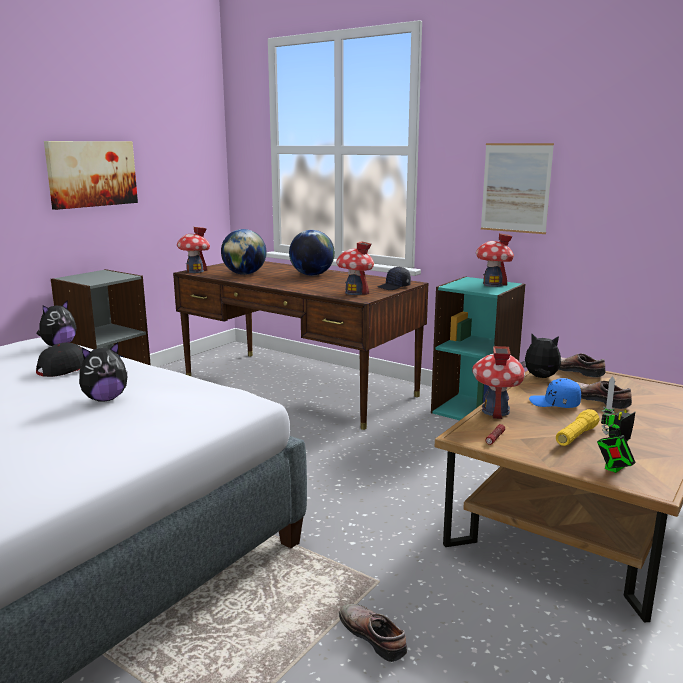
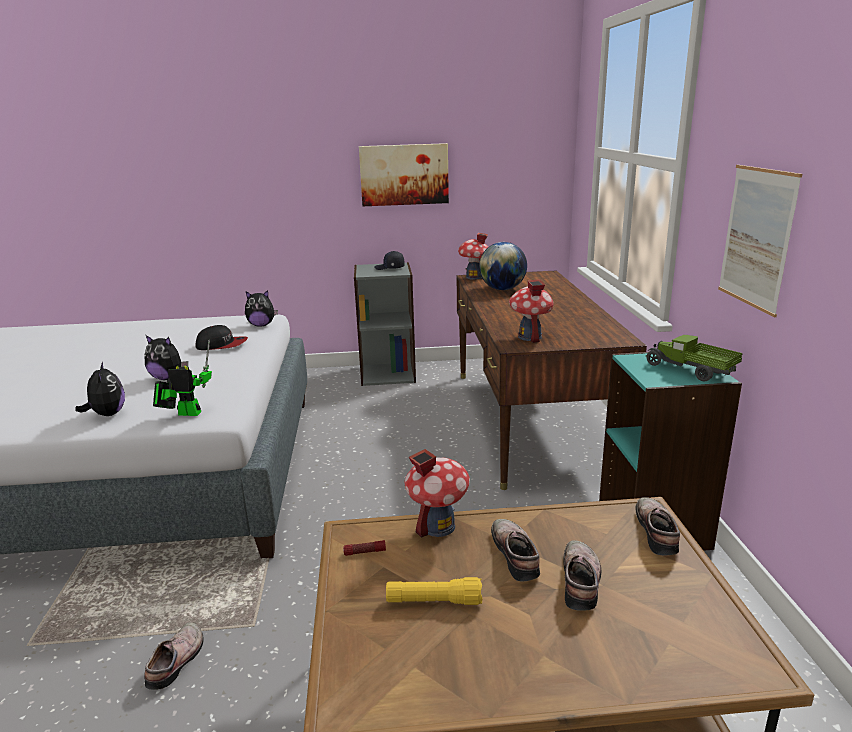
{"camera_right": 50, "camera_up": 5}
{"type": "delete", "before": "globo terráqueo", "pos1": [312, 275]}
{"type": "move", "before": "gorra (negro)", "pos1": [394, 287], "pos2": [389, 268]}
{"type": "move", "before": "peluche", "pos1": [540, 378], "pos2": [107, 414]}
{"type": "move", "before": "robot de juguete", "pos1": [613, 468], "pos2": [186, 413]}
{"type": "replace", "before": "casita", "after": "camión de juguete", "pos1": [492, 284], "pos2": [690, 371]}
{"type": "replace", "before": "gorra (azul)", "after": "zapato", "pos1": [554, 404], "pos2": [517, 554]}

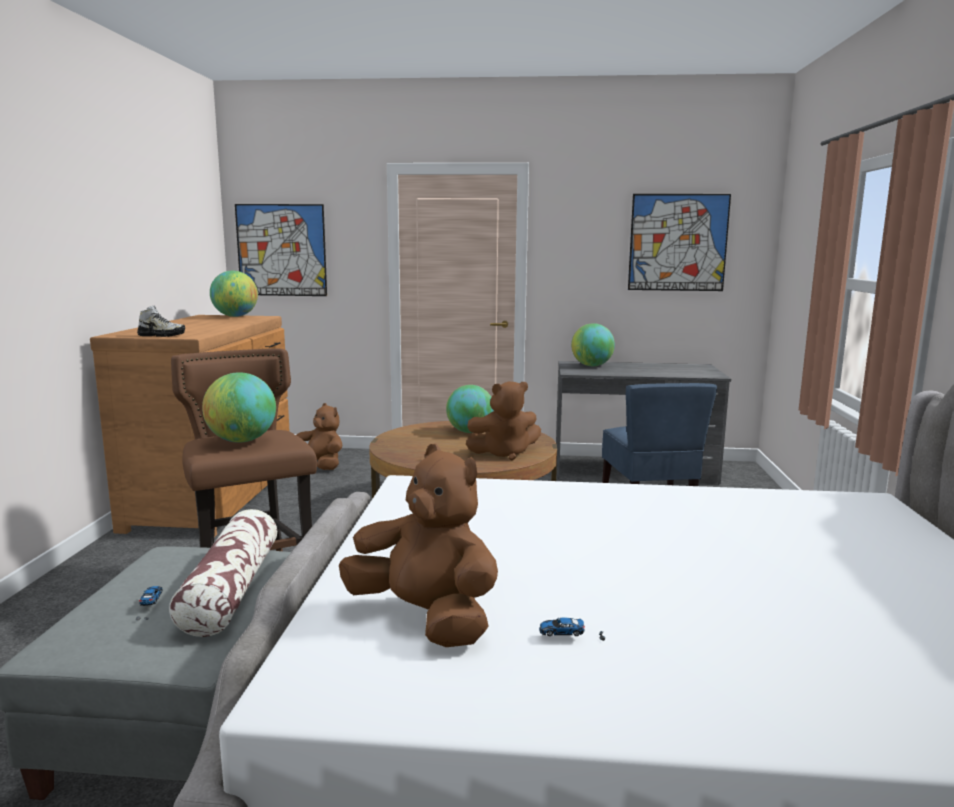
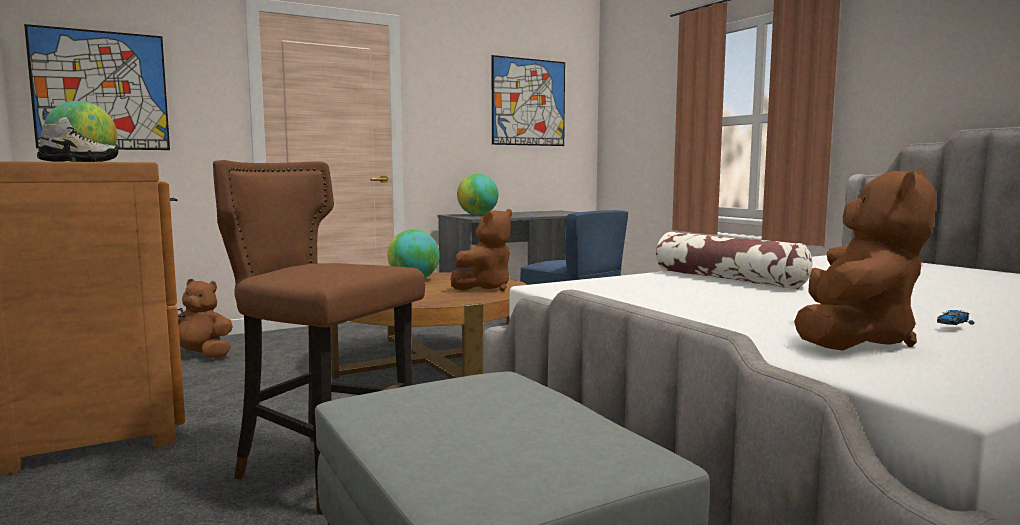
{"camera_right": -35, "camera_up": -5}
{"type": "delete", "before": "coche de juguete", "pos1": [149, 608]}
{"type": "delete", "before": "globo terráqueo", "pos1": [242, 441]}
{"type": "move", "before": "cojín", "pos1": [231, 589], "pos2": [726, 279]}
{"type": "rotate", "before": "peluche (marrón)", "pos1": [426, 618], "pos2": [853, 340], "turn": 120}

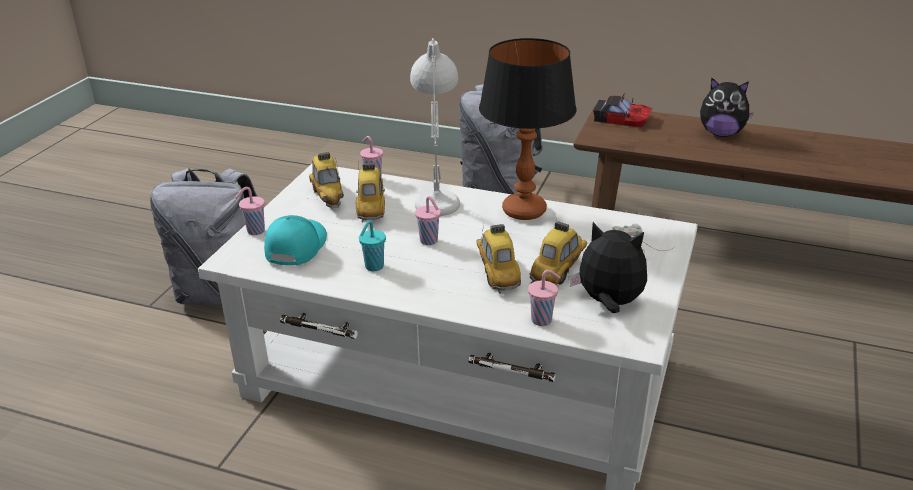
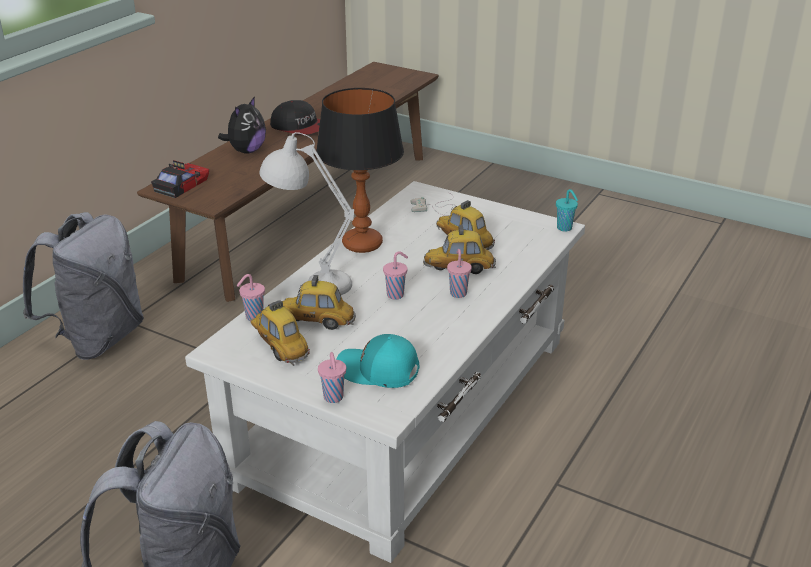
{"camera_right": -80, "camera_up": 0}
{"type": "delete", "before": "peluche", "pos1": [608, 303]}
{"type": "insert", "after": "gorra", "pos2": [300, 127]}
{"type": "move", "before": "taza (turquesa)", "pos1": [373, 267], "pos2": [565, 228]}
{"type": "move", "before": "taza (rosa)", "pos1": [542, 320], "pos2": [458, 293]}
{"type": "rotate", "before": "coche de juguete", "pos1": [328, 197], "pos2": [279, 347], "turn": -120}

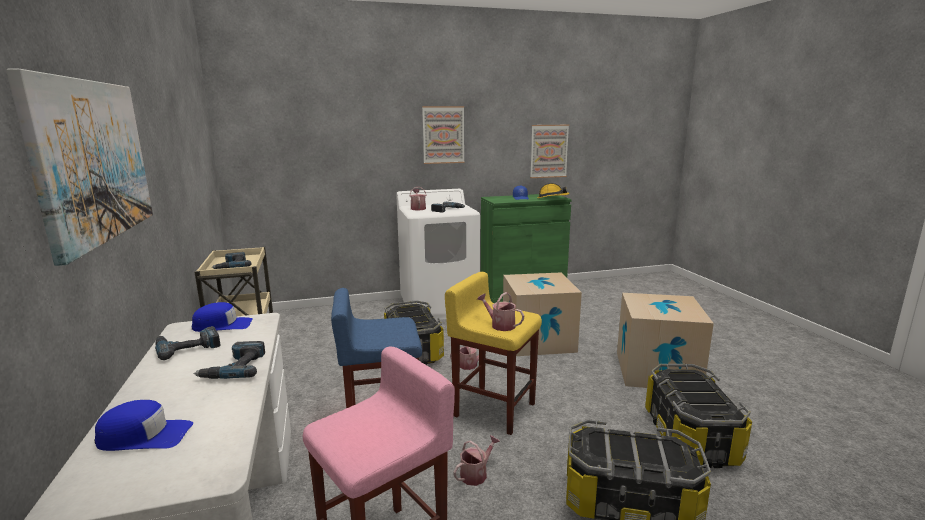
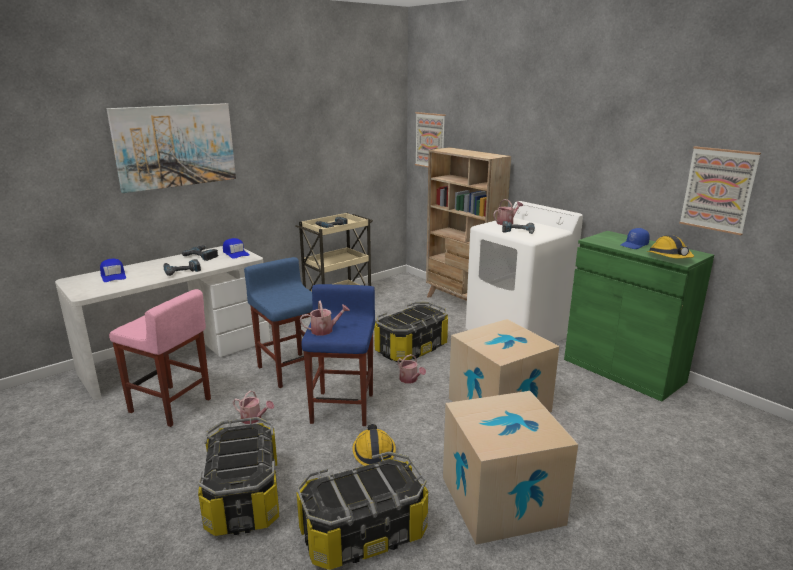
{"camera_right": 65, "camera_up": 5}
{"type": "insert", "after": "casco", "pos2": [373, 452]}
{"type": "insert", "after": "estantería (beis)", "pos2": [461, 303]}
{"type": "move", "before": "cuadro", "pos1": [443, 135], "pos2": [430, 140]}
{"type": "recolor", "before": "taburete (amarillo)", "after": "taburete (azul)", "pos1": [493, 409], "pos2": [343, 407]}
{"type": "rotate", "before": "regadera", "pos1": [500, 325], "pos2": [325, 330], "turn": 60}

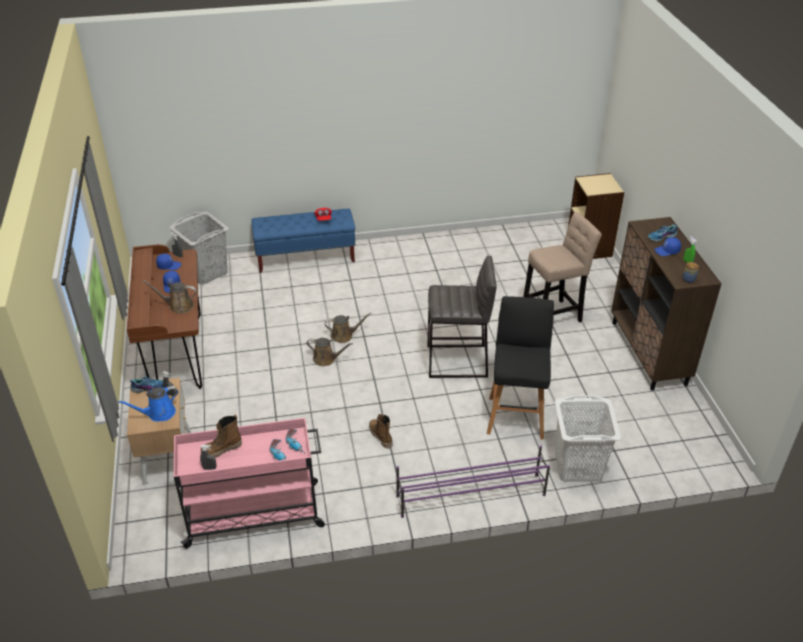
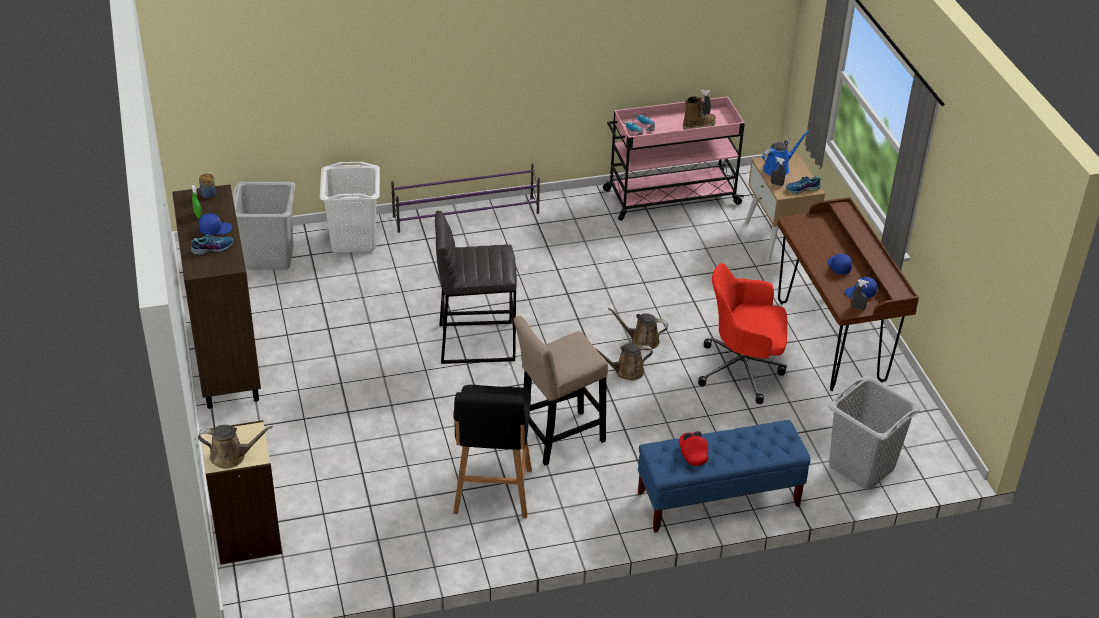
{"camera_right": 175, "camera_up": 0}
{"type": "delete", "before": "bota", "pos1": [380, 436]}
{"type": "insert", "after": "cesto de la ropa (gris)", "pos2": [269, 257]}
{"type": "insert", "after": "silla de oficina (rojo)", "pos2": [743, 370]}
{"type": "move", "before": "regadera (marrón)", "pos1": [178, 306], "pos2": [231, 456]}
{"type": "move", "before": "taburete (negro)", "pos1": [516, 416], "pos2": [492, 494]}
{"type": "move", "before": "taburete (beis)", "pos1": [554, 316], "pos2": [558, 438]}

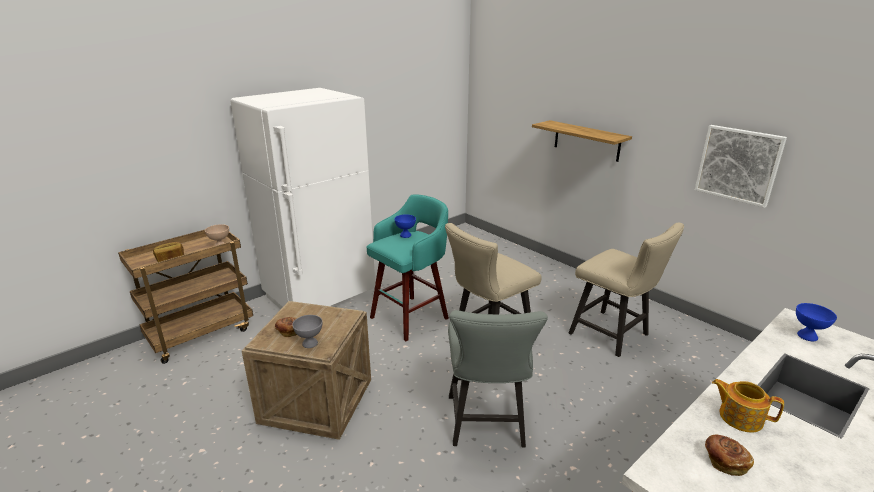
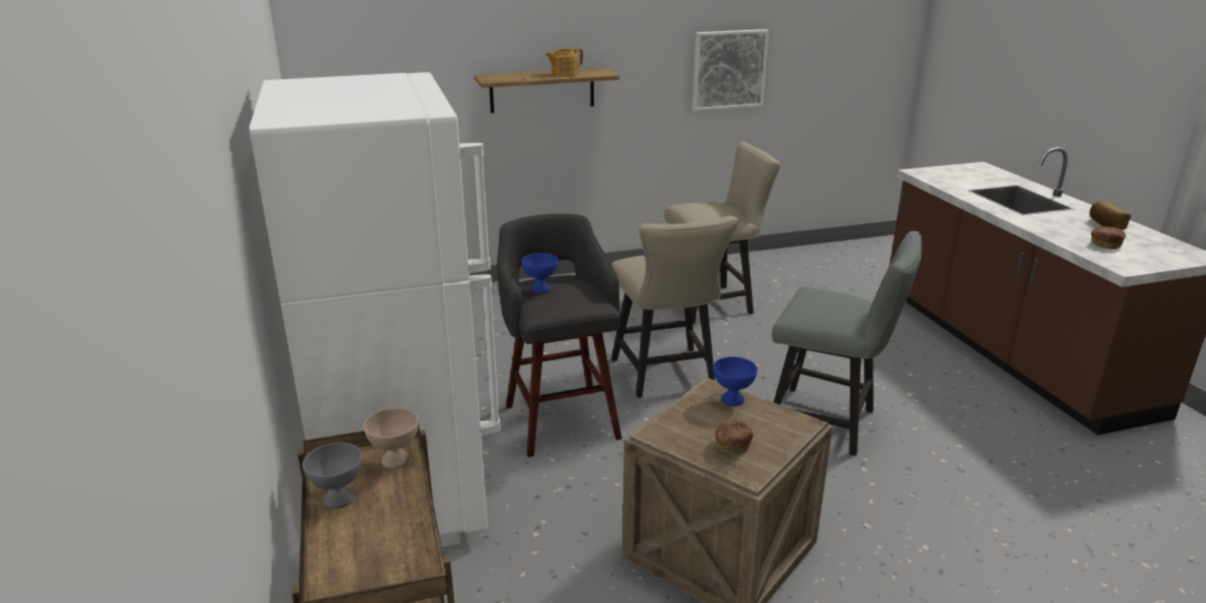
{"camera_right": -65, "camera_up": 0}
{"type": "move", "before": "pan", "pos1": [170, 258], "pos2": [1105, 225]}
{"type": "move", "before": "cuenco (gris)", "pos1": [309, 344], "pos2": [339, 500]}
{"type": "move", "before": "tetera", "pos1": [739, 417], "pos2": [564, 74]}
{"type": "move", "before": "cuenco (azul)", "pos1": [808, 336], "pos2": [733, 400]}
{"type": "recolor", "before": "taburete (turquesa)", "after": "taburete (gris)", "pos1": [411, 317], "pos2": [561, 419]}

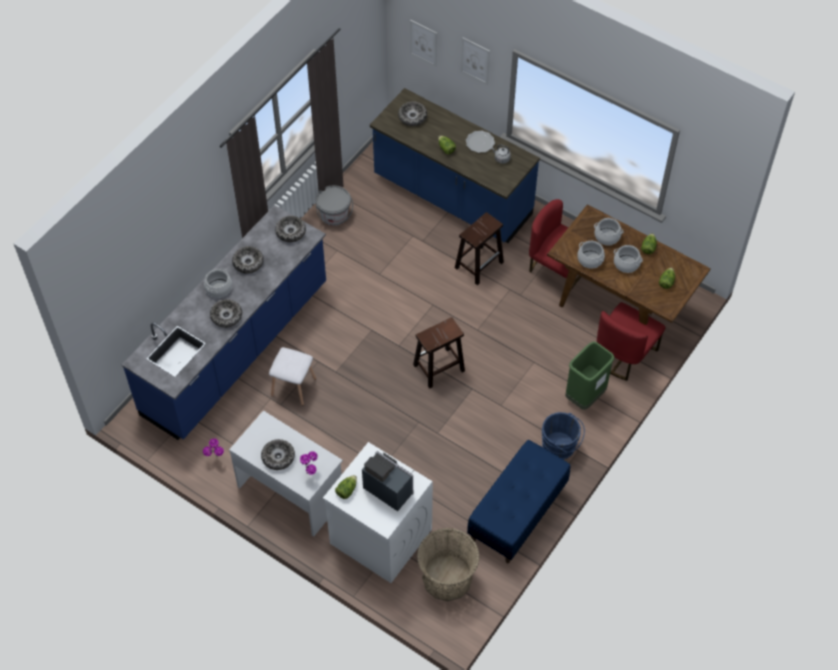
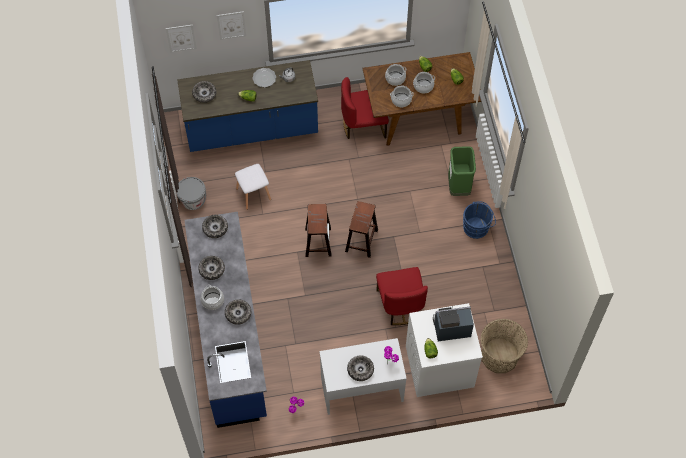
{"camera_right": -45, "camera_up": 5}
{"type": "delete", "before": "banco (azul)", "pos1": [517, 514]}
{"type": "move", "before": "taburete (blanco)", "pos1": [294, 386], "pos2": [254, 193]}
{"type": "move", "before": "taburete (marrón)", "pos1": [479, 264], "pos2": [318, 241]}
{"type": "move", "before": "silla (rojo)", "pos1": [624, 355], "pos2": [400, 305]}

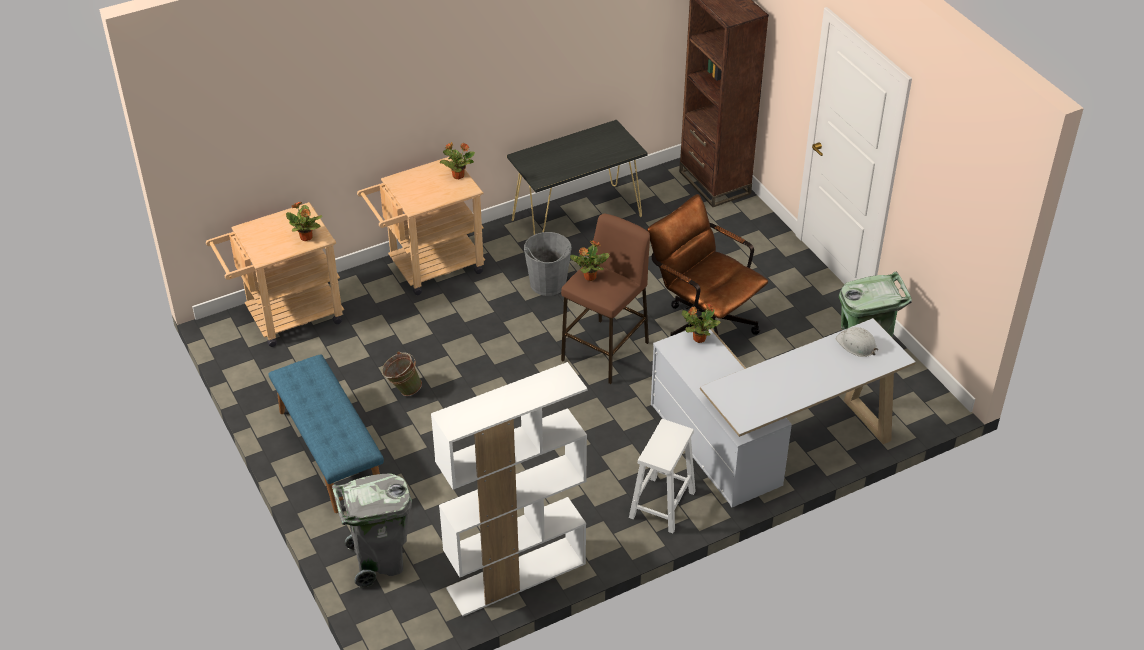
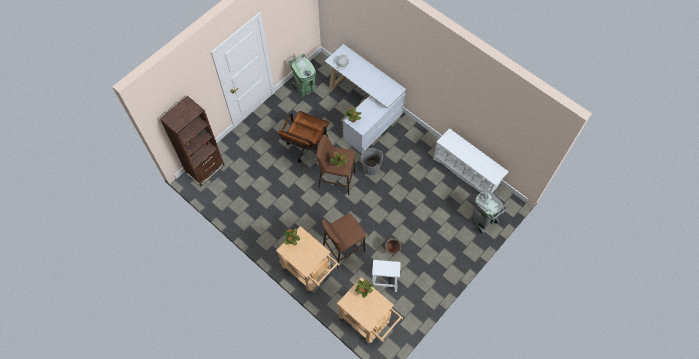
{"camera_right": -110, "camera_up": 20}
{"type": "delete", "before": "banco (azul)", "pos1": [329, 452]}
{"type": "delete", "before": "mesa consola (negro)", "pos1": [577, 218]}
{"type": "insert", "after": "taburete (marrón)", "pos2": [343, 249]}
{"type": "move", "before": "cubo (gris)", "pos1": [548, 283], "pos2": [371, 168]}
{"type": "move", "before": "taburete (blanco)", "pos1": [662, 505], "pos2": [385, 280]}
{"type": "replace", "before": "estantería (blanco)", "after": "zapatero (blanco)", "pos1": [516, 577], "pos2": [466, 172]}

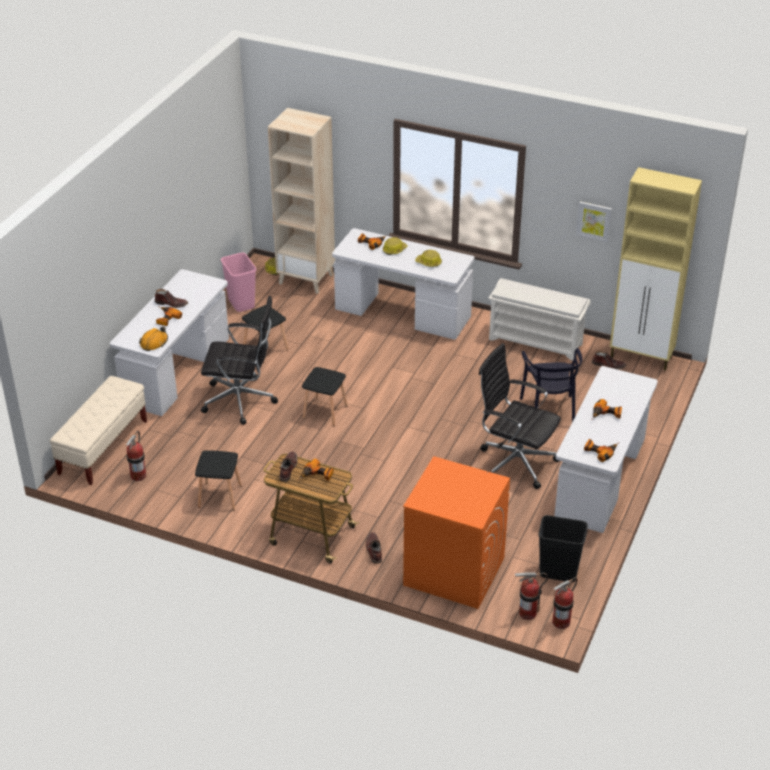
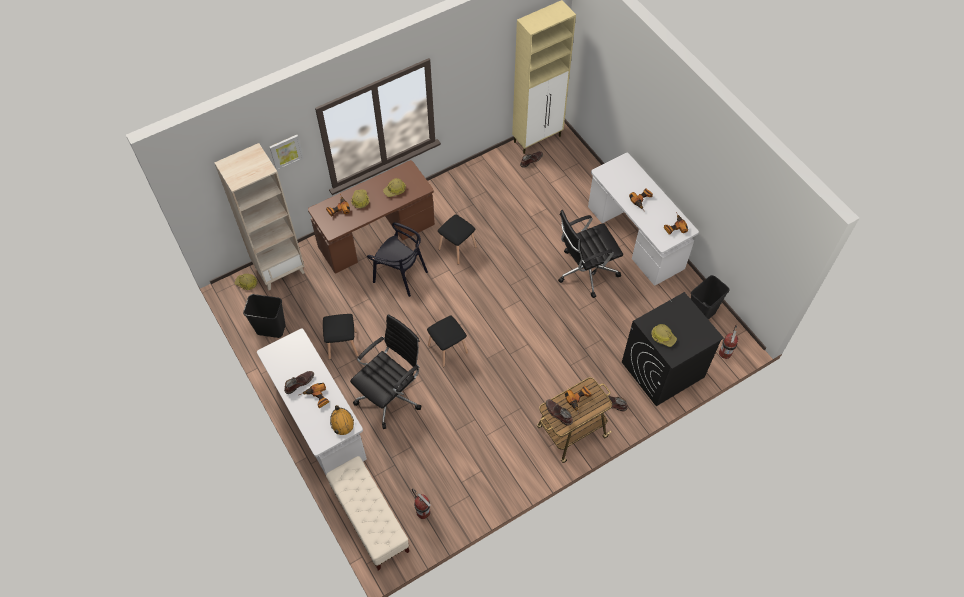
{"camera_right": -55, "camera_up": 20}
{"type": "delete", "before": "zapatero (blanco)", "pos1": [536, 341]}
{"type": "delete", "before": "extintor", "pos1": [561, 622]}
{"type": "insert", "after": "casco", "pos2": [663, 337]}
{"type": "move", "before": "taburete (negro)", "pos1": [219, 496], "pos2": [457, 249]}
{"type": "move", "before": "silla (negro)", "pos1": [549, 412], "pos2": [400, 275]}
{"type": "move", "before": "cuadro", "pos1": [594, 221], "pos2": [286, 151]}
{"type": "recolor", "before": "papelera (rosa)", "after": "papelera (negro)", "pos1": [242, 303], "pos2": [271, 329]}
{"type": "recolor", "before": "escritorio (blanco)", "after": "escritorio (marrón)", "pos1": [402, 313], "pos2": [377, 236]}
{"type": "recolor", "before": "lavadora (naranja)", "after": "lavadora (negro)", "pos1": [453, 571], "pos2": [662, 370]}

